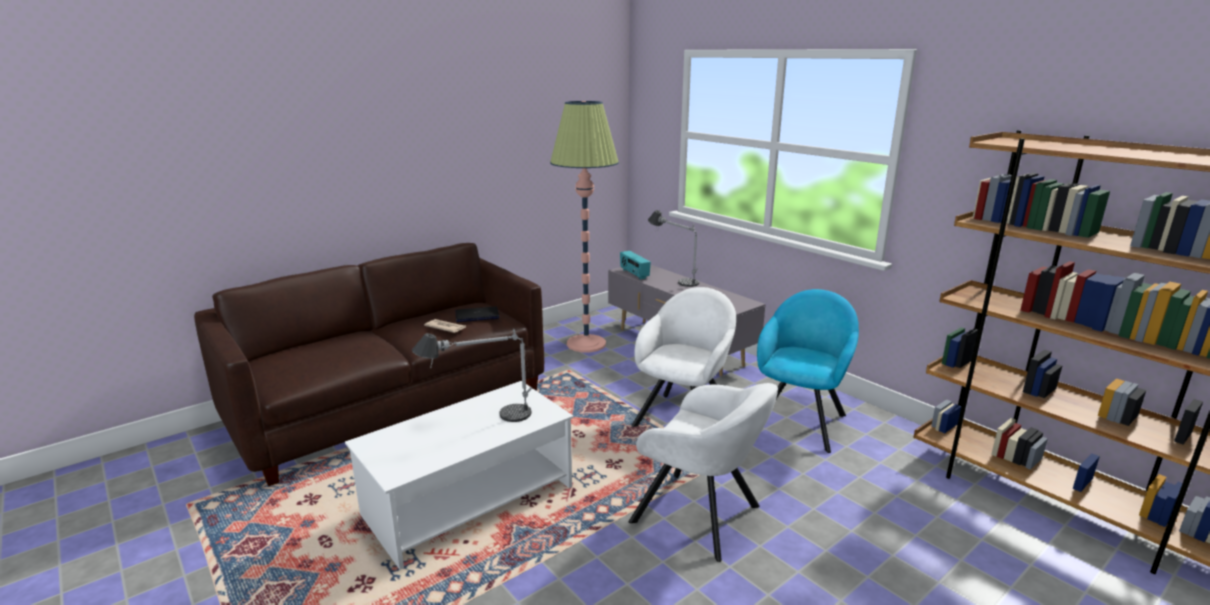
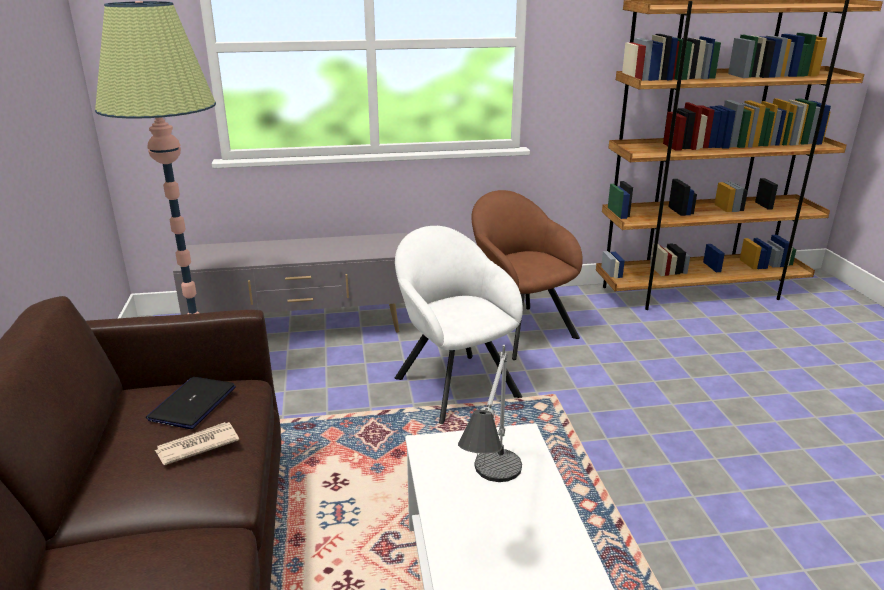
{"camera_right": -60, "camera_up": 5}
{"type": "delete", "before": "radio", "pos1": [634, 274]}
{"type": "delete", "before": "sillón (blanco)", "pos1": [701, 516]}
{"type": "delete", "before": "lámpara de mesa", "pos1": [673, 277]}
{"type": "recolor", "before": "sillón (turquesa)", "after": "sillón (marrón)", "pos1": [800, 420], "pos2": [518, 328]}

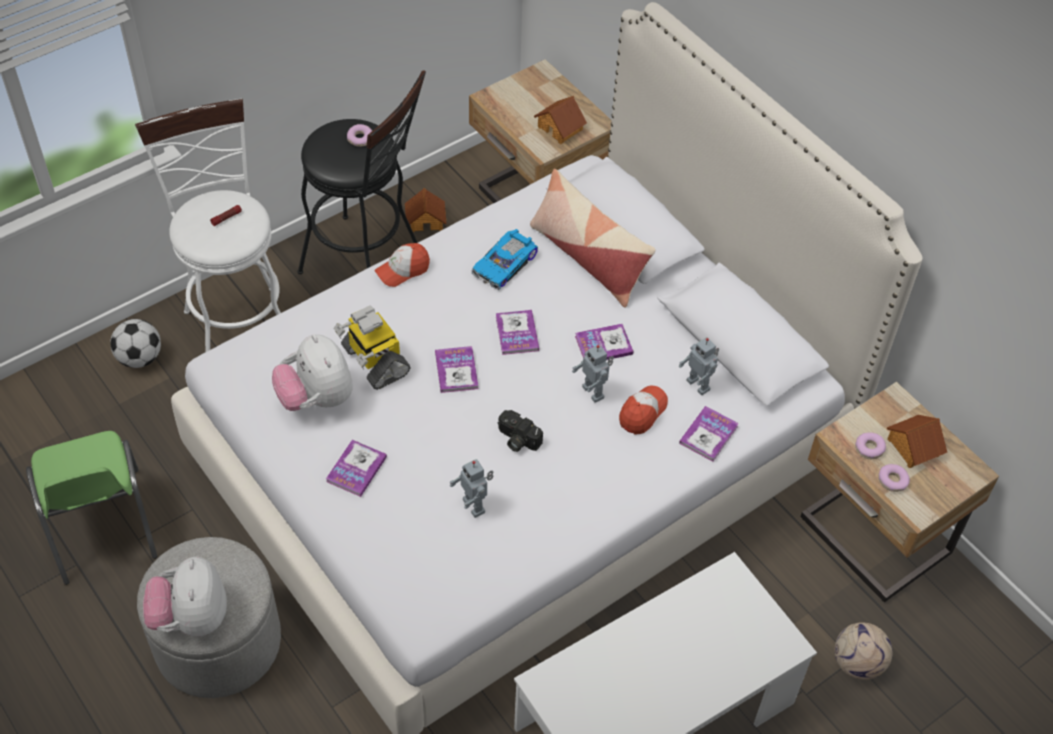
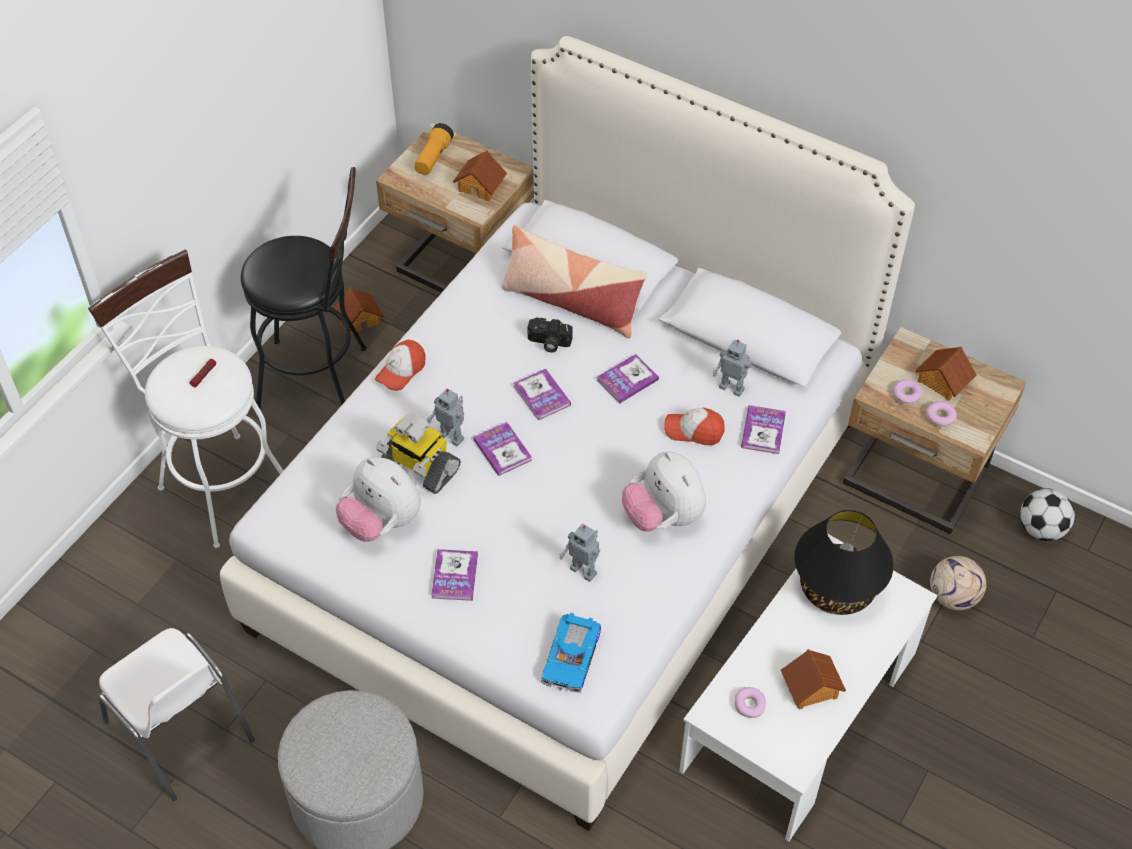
{"camera_right": -20, "camera_up": 0}
{"type": "insert", "after": "linterna", "pos2": [433, 157]}
{"type": "insert", "after": "casita", "pos2": [811, 688]}
{"type": "insert", "after": "lámpara de mesa (negro)", "pos2": [837, 589]}
{"type": "move", "before": "balón de fútbol", "pos1": [140, 358], "pos2": [1041, 529]}
{"type": "move", "before": "peluche", "pos1": [191, 617], "pos2": [663, 516]}
{"type": "move", "before": "rosquilla", "pos1": [360, 139], "pos2": [749, 705]}
{"type": "move", "before": "coche de juguete", "pos1": [506, 265], "pos2": [573, 657]}
{"type": "move", "before": "cámara", "pos1": [516, 439], "pos2": [548, 343]}
{"type": "move", "before": "robot de juguete", "pos1": [594, 392], "pos2": [452, 436]}
{"type": "recolor", "before": "silla (verde)", "after": "silla (blanco)", "pos1": [100, 528], "pos2": [181, 732]}
{"type": "rotate", "before": "gorra", "pos1": [642, 412], "pos2": [694, 430], "turn": -90}

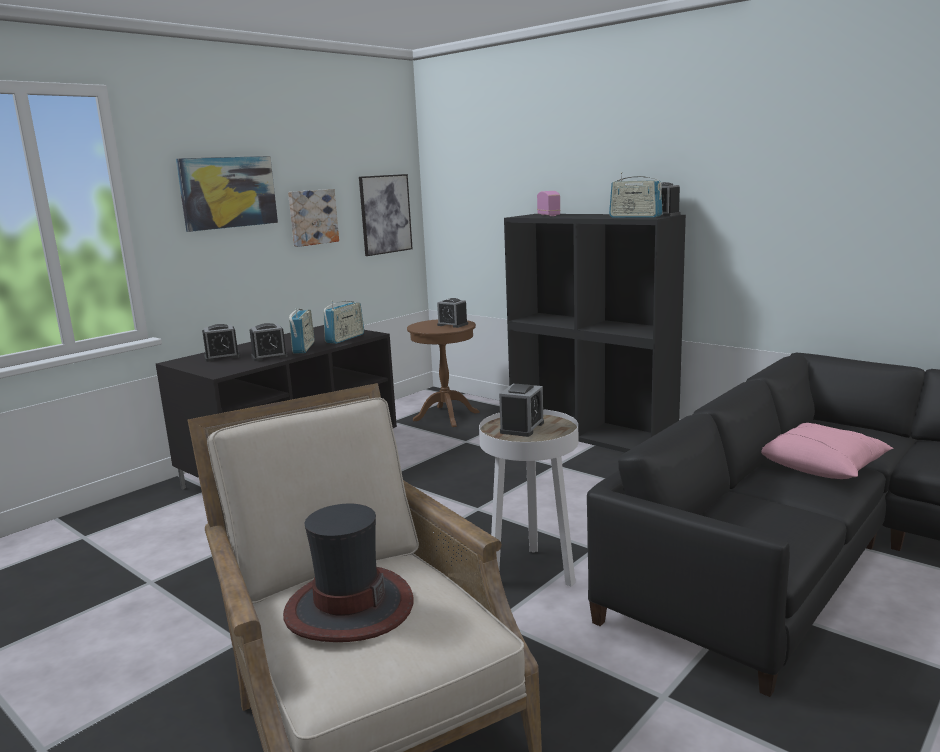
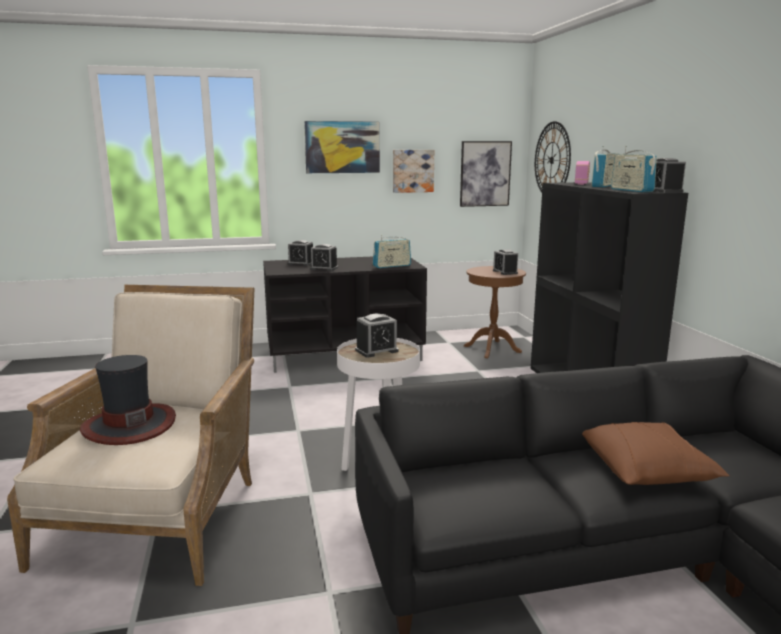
{"camera_right": 35, "camera_up": 0}
{"type": "insert", "after": "reloj de pared", "pos2": [552, 160]}
{"type": "move", "before": "radio", "pos1": [303, 348], "pos2": [603, 186]}
{"type": "recolor", "before": "cojín (rosa)", "after": "cojín (marrón)", "pos1": [822, 466], "pos2": [647, 470]}

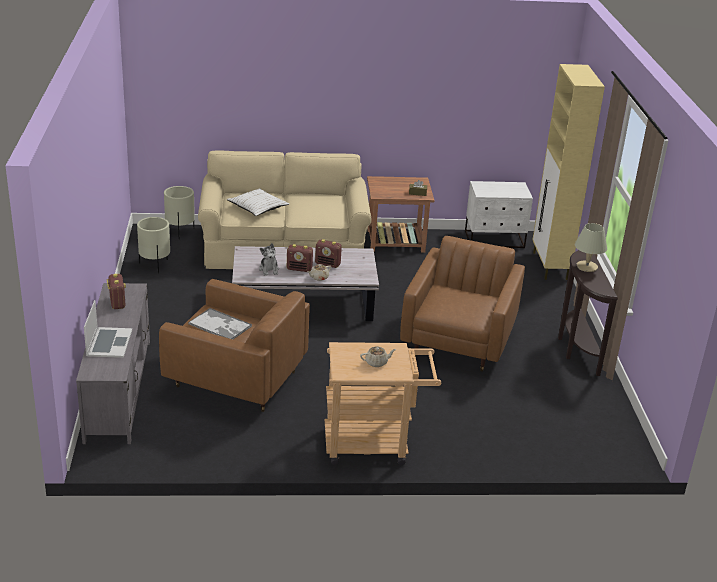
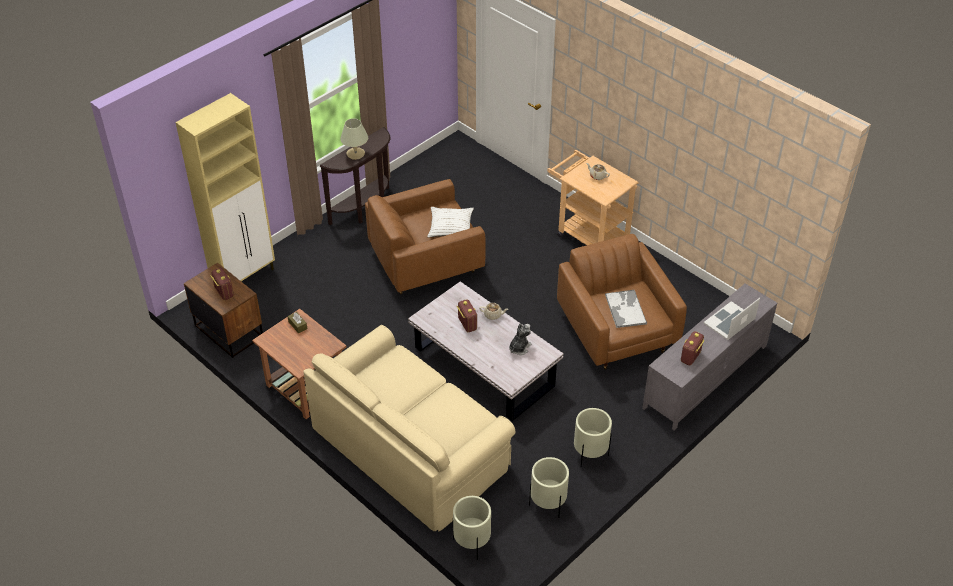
{"camera_right": -130, "camera_up": 15}
{"type": "insert", "after": "maceta (beis)", "pos2": [590, 454]}
{"type": "move", "before": "cojín (blanco)", "pos1": [257, 207], "pos2": [450, 227]}
{"type": "move", "before": "radio", "pos1": [299, 269], "pos2": [224, 292]}
{"type": "recolor", "before": "mesita de noche (blanco)", "after": "mesita de noche (marrón)", "pos1": [494, 240], "pos2": [229, 331]}

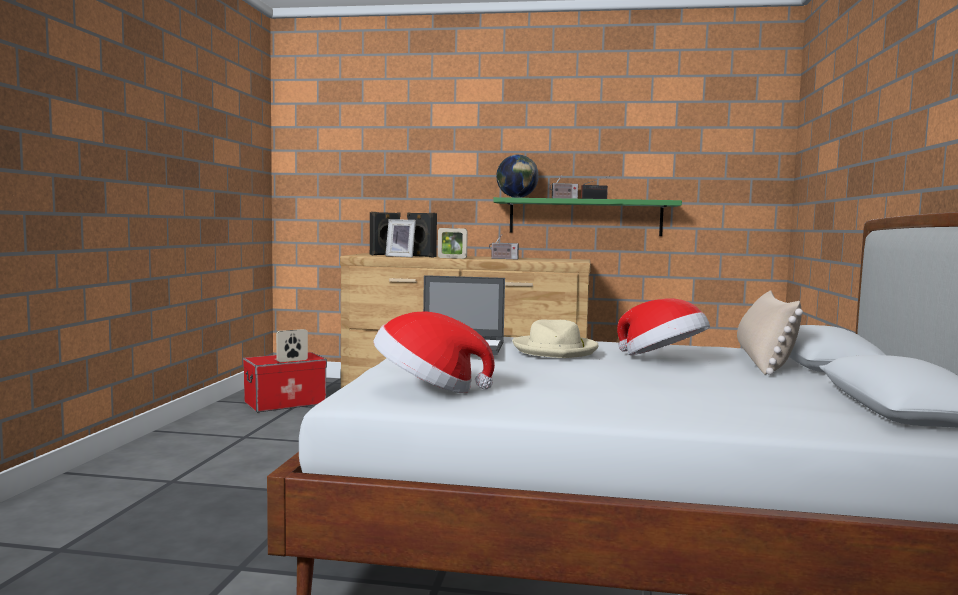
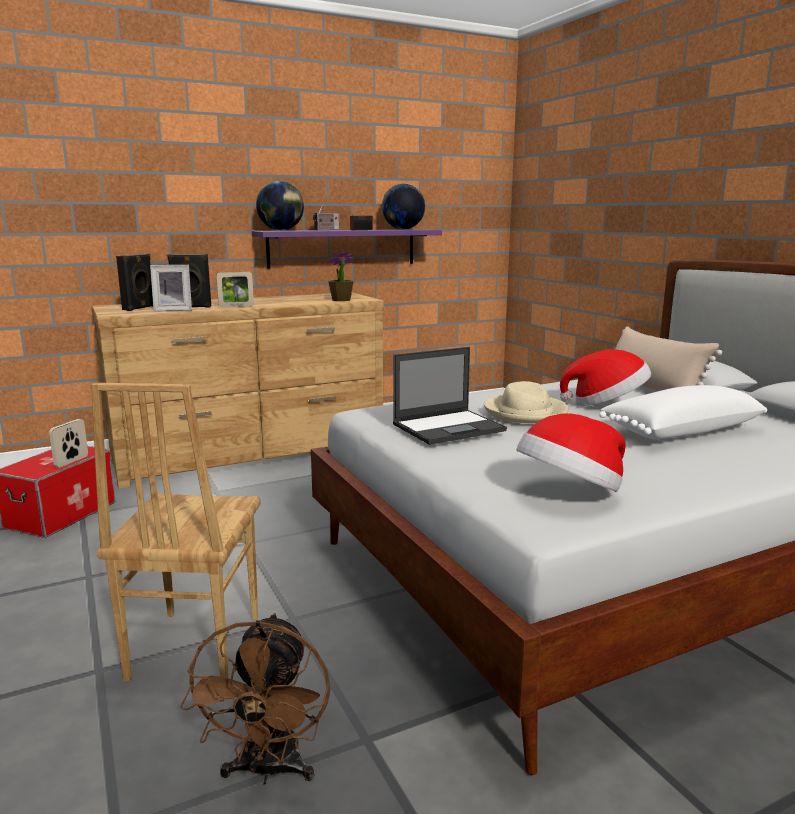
{"camera_right": -35, "camera_up": 10}
{"type": "delete", "before": "radio", "pos1": [503, 258]}
{"type": "insert", "after": "silla (marrón)", "pos2": [192, 647]}
{"type": "insert", "after": "ventilador (marrón)", "pos2": [268, 770]}
{"type": "insert", "after": "planta en maceta", "pos2": [341, 300]}
{"type": "insert", "after": "globo terráqueo", "pos2": [403, 229]}
{"type": "insert", "after": "cojín (blanco)", "pos2": [679, 431]}
{"type": "recolor", "before": "estante (verde)", "after": "estante (morado)", "pos1": [585, 217], "pos2": [342, 248]}

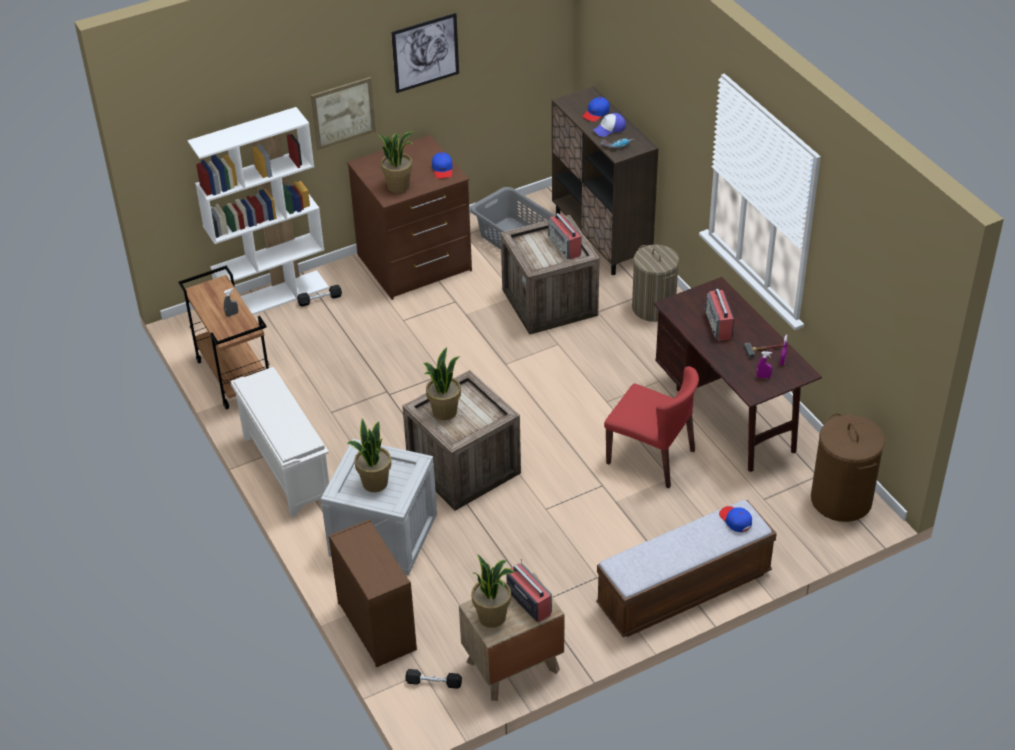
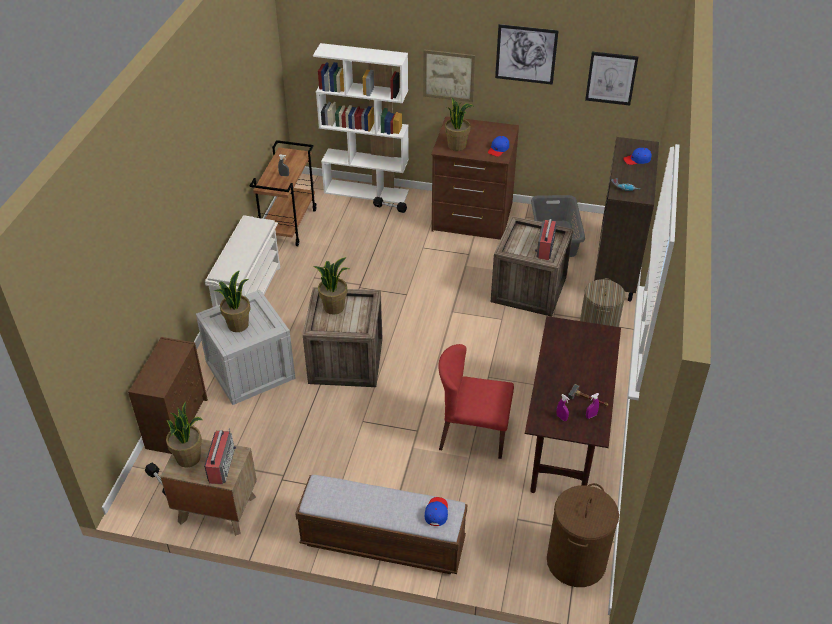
{"camera_right": 40, "camera_up": 0}
{"type": "delete", "before": "gorra", "pos1": [609, 129]}
{"type": "delete", "before": "radio", "pos1": [719, 325]}
{"type": "insert", "after": "cuadro", "pos2": [611, 78]}
{"type": "rotate", "before": "silla (rojo)", "pos1": [651, 457], "pos2": [473, 434], "turn": 120}

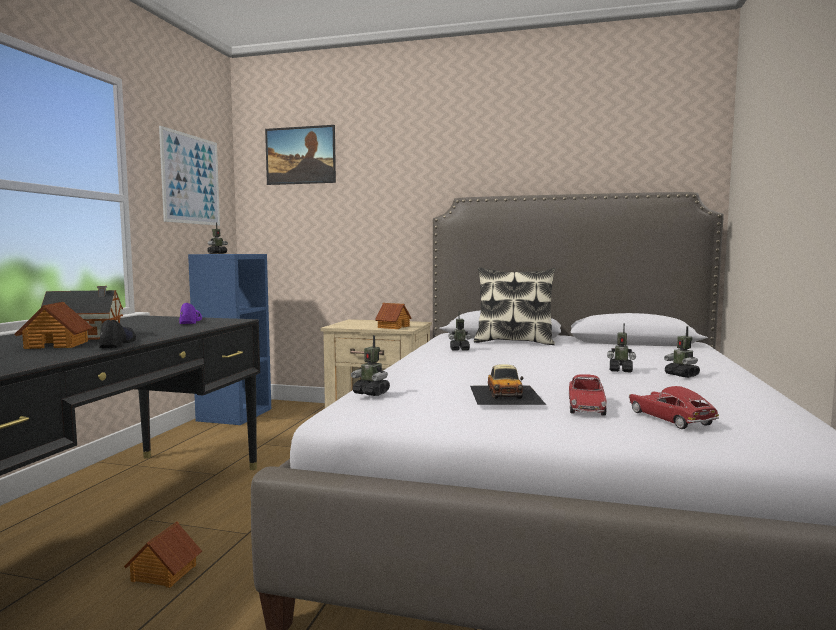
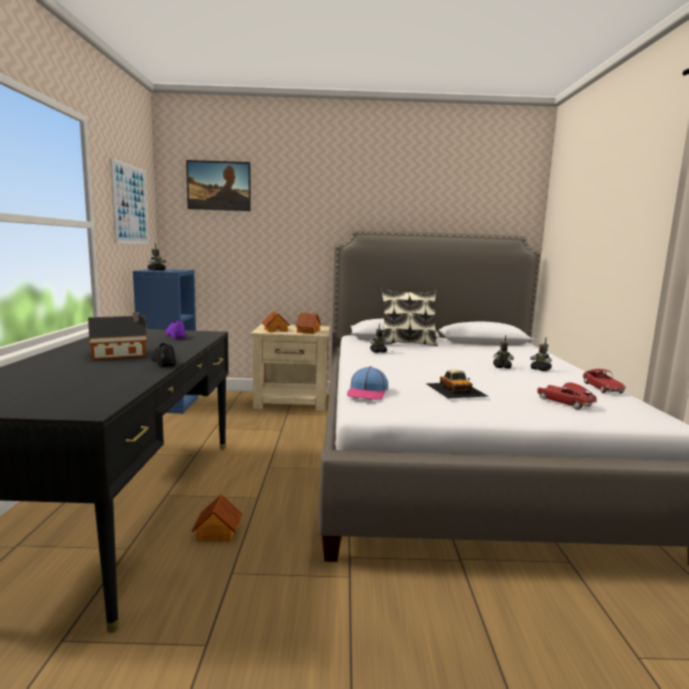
{"camera_right": -15, "camera_up": 5}
{"type": "move", "before": "casita", "pos1": [57, 345], "pos2": [275, 330]}
{"type": "move", "before": "coche de juguete", "pos1": [586, 406], "pos2": [602, 388]}
{"type": "replace", "before": "robot de juguete", "after": "gorra", "pos1": [371, 393], "pos2": [367, 392]}

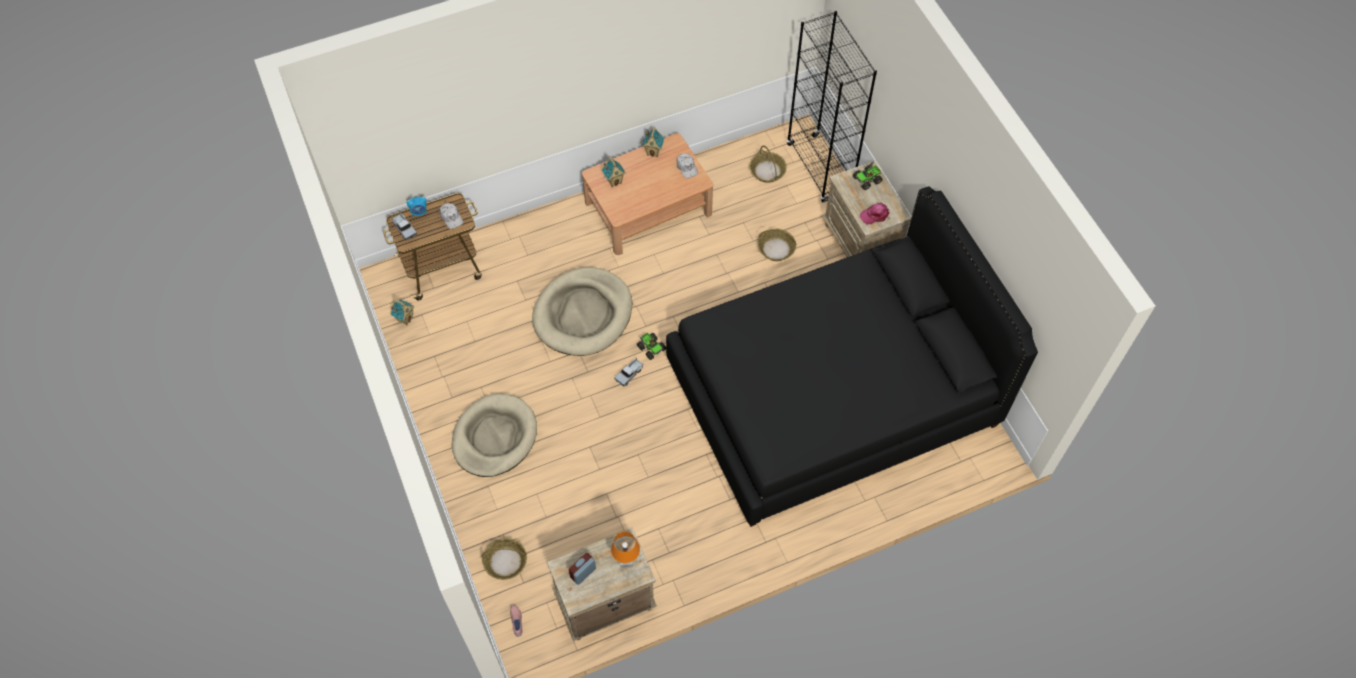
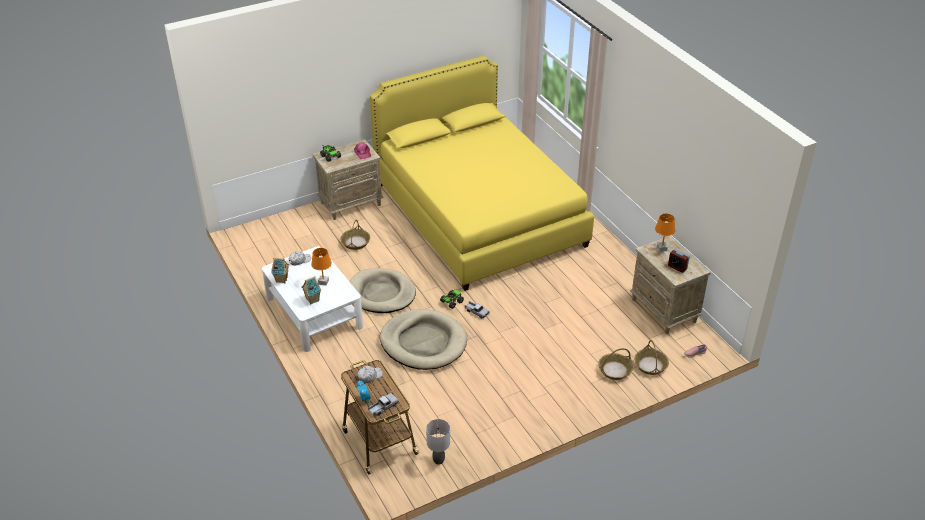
{"camera_right": -95, "camera_up": -20}
{"type": "delete", "before": "estantería (negro)", "pos1": [819, 168]}
{"type": "insert", "after": "lámpara de mesa (naranja)", "pos2": [323, 282]}
{"type": "move", "before": "cama para perro (beis)", "pos1": [494, 437], "pos2": [381, 293]}
{"type": "move", "before": "cesta", "pos1": [767, 171], "pos2": [614, 370]}
{"type": "replace", "before": "casita", "after": "lámpara de mesa (gris)", "pos1": [405, 319], "pos2": [438, 460]}
{"type": "recolor", "before": "mesa de centro (marrón)", "after": "mesa de centro (blanco)", "pos1": [648, 208], "pos2": [314, 313]}
{"type": "recolor", "before": "cama (negro)", "after": "cama (amarillo)", "pos1": [831, 394], "pos2": [478, 214]}

